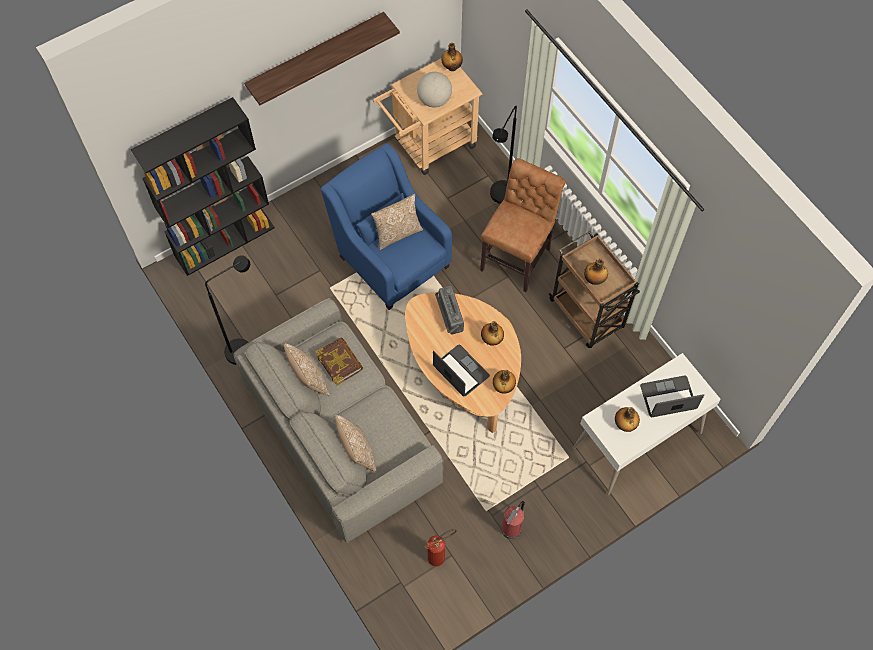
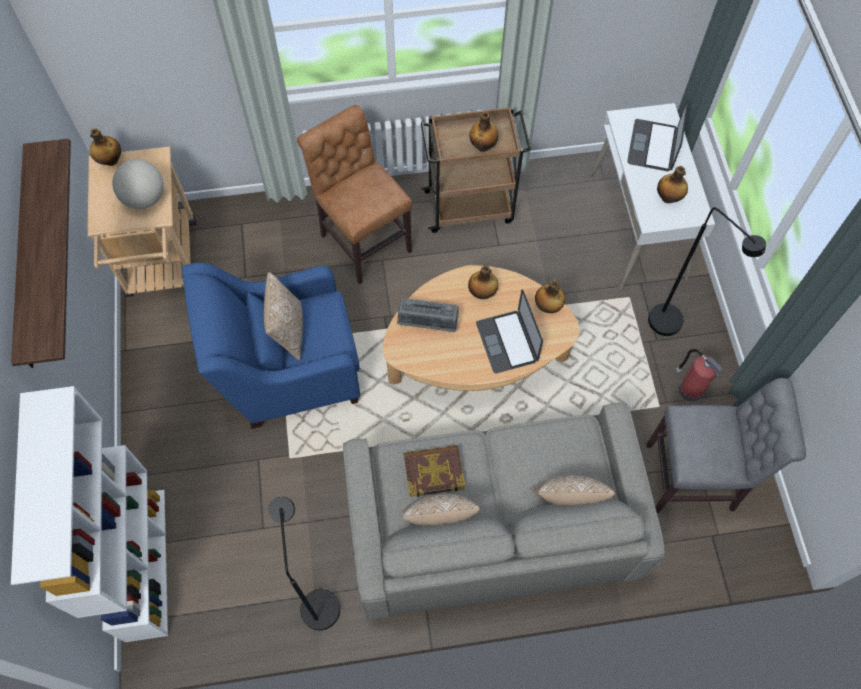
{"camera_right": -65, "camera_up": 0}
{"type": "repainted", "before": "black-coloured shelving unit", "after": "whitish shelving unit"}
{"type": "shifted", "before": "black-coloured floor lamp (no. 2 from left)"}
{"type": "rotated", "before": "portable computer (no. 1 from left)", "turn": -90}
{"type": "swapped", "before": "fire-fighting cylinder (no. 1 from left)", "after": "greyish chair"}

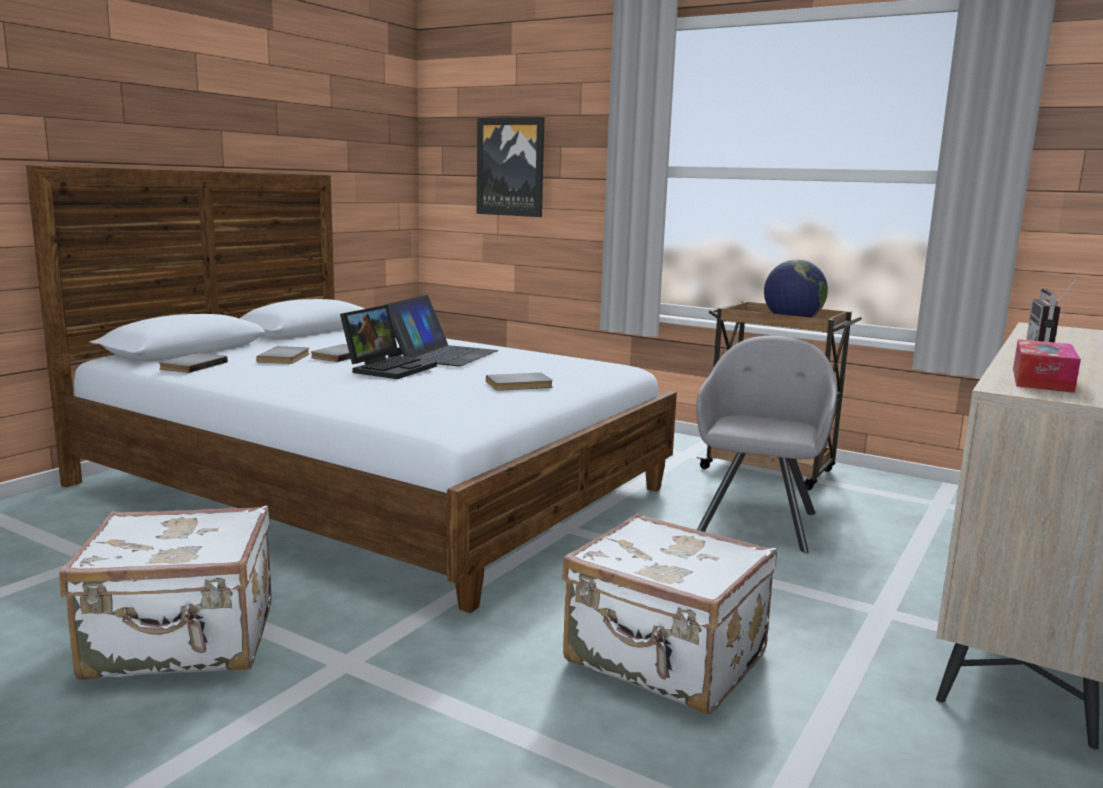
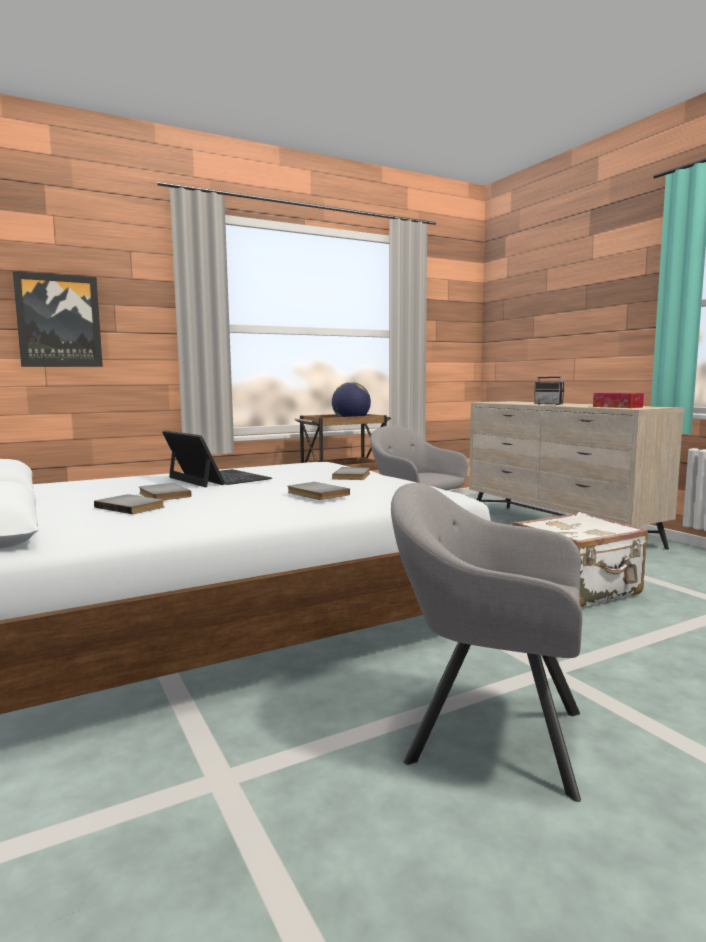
{"camera_right": -60, "camera_up": -5}
{"type": "gone", "before": "portable computer (no. 1 from left)"}
{"type": "shifted", "before": "greyish volume (no. 1 from left in the first image)", "after": "greyish volume (no. 3 from left)"}
{"type": "swapped", "before": "whitish suitcase (no. 1 from left)", "after": "greyish lounge chair (no. 2 from left)"}

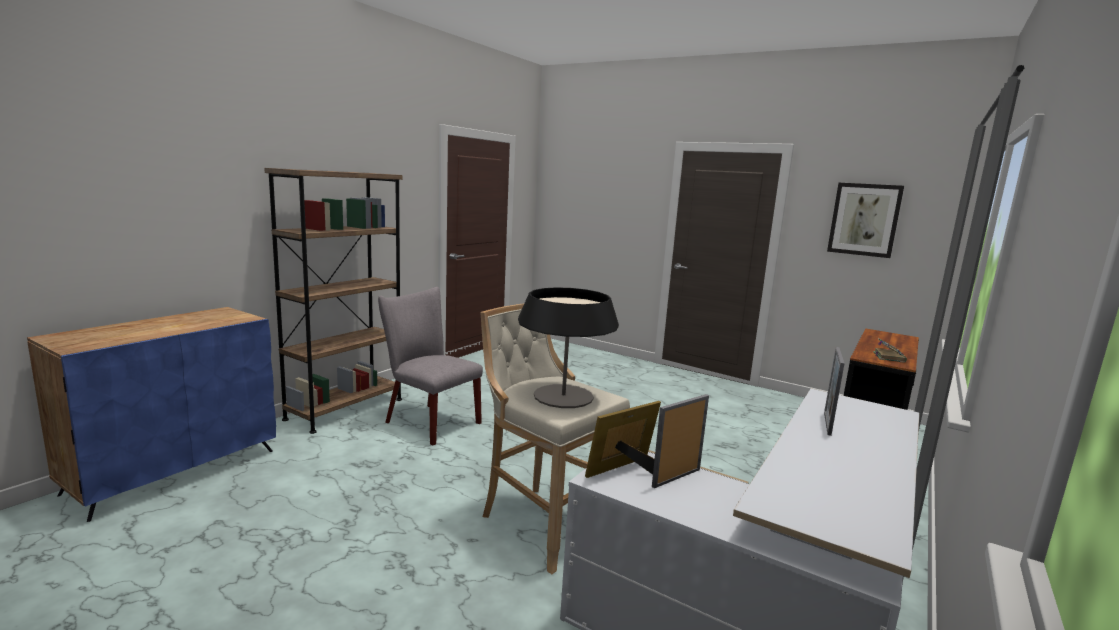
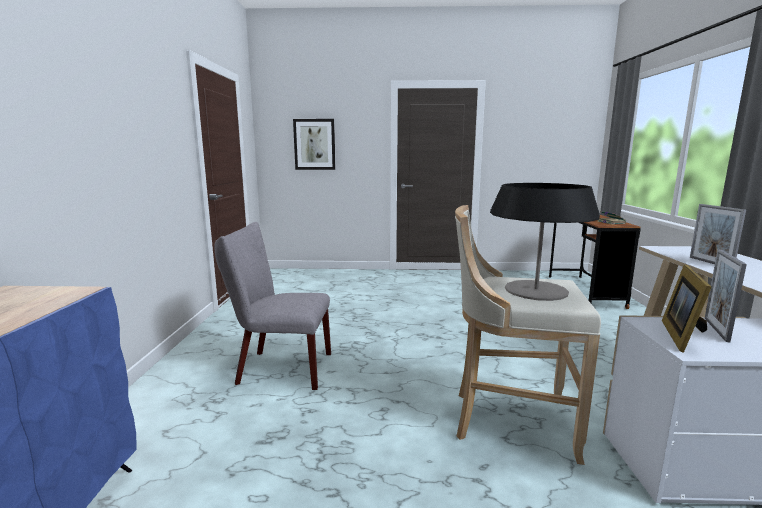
{"camera_right": -30, "camera_up": 0}
{"type": "gone", "before": "brown-coloured shelving unit"}
{"type": "shifted", "before": "wall art"}

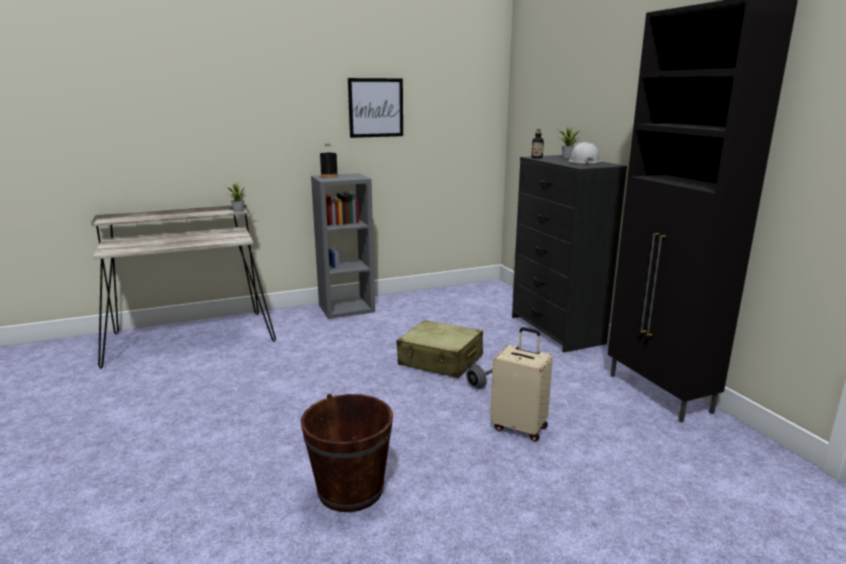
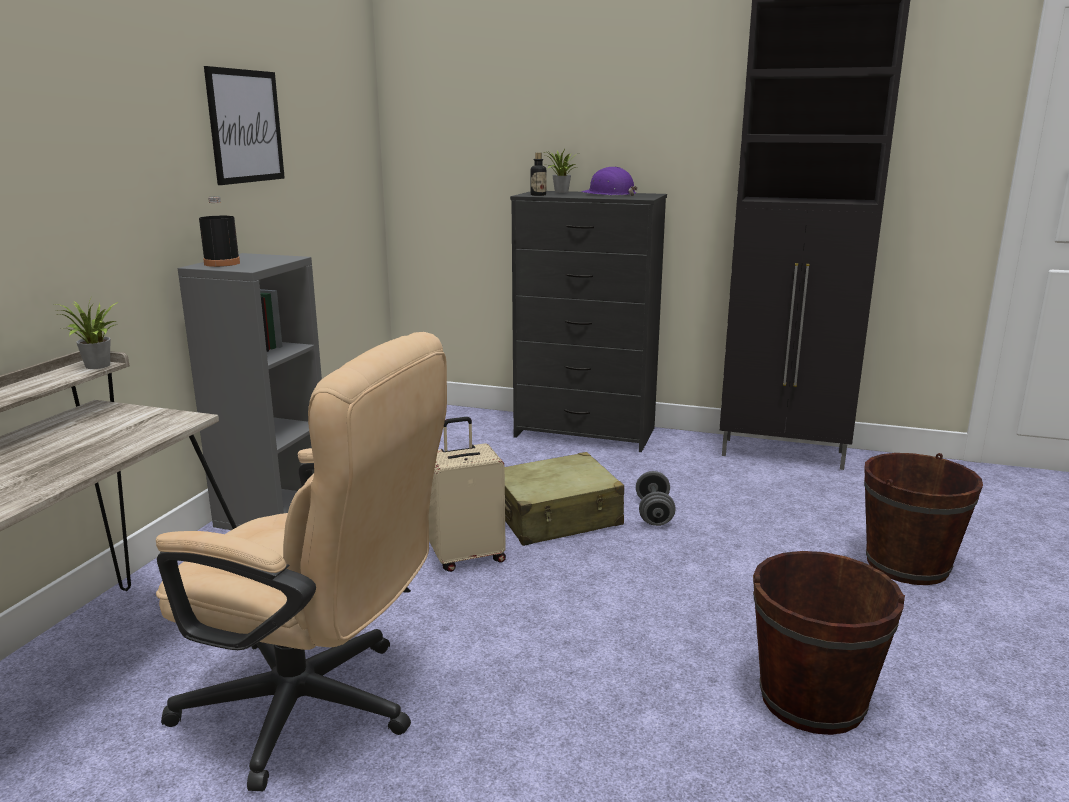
{"camera_right": -50, "camera_up": 0}
{"type": "repainted", "before": "whitish hard hat", "after": "purplish hard hat"}
{"type": "shifted", "before": "sand-coloured suitcase (no. 2 from left in the first image)", "after": "sand-coloured suitcase (no. 1 from left)"}
{"type": "new", "after": "sand-coloured desk chair"}
{"type": "new", "after": "brown-coloured bucket (no. 2 from left)"}

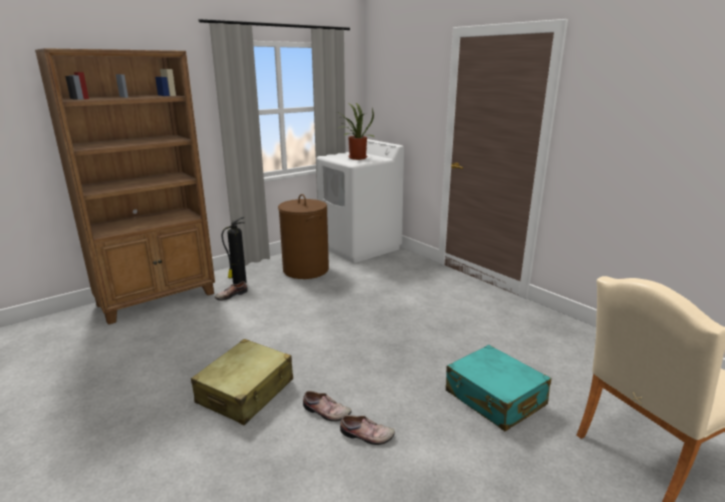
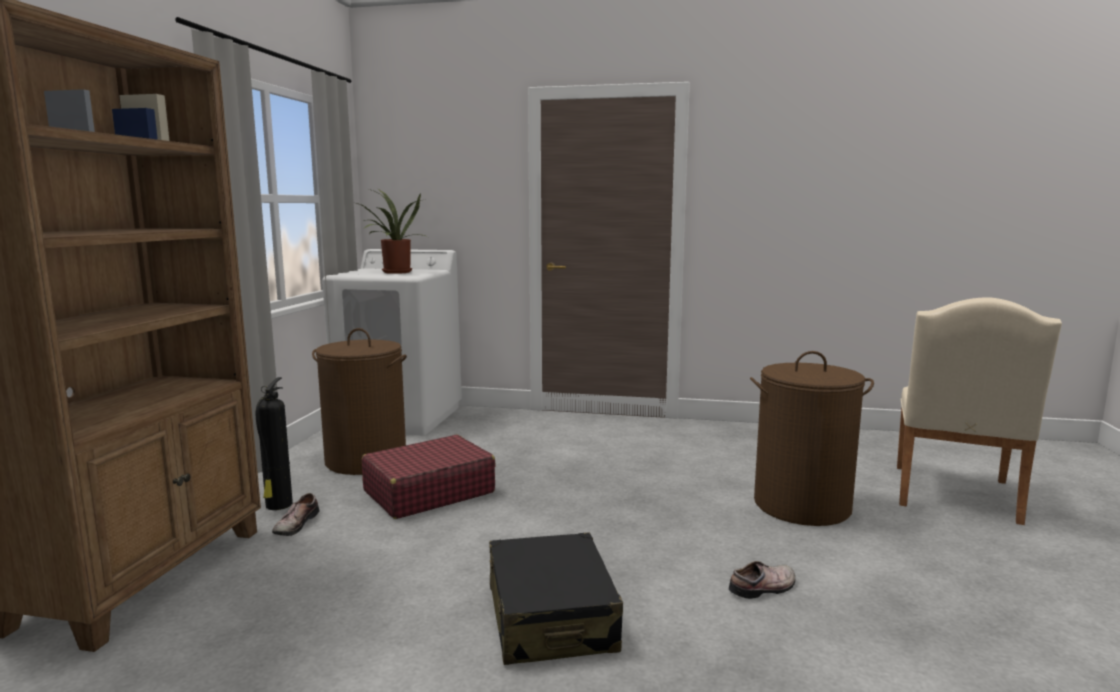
{"camera_right": -40, "camera_up": -10}
{"type": "repainted", "before": "sand-coloured suitcase", "after": "black-coloured suitcase"}
{"type": "swapped", "before": "blue-green suitcase", "after": "brown-coloured washing basket (no. 2 from left)"}
{"type": "gone", "before": "low shoe (no. 2 from left)"}
{"type": "new", "after": "red suitcase"}

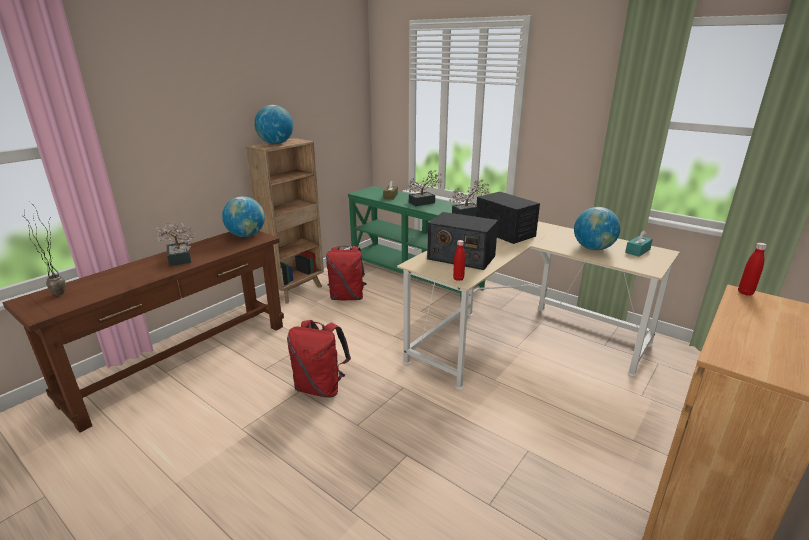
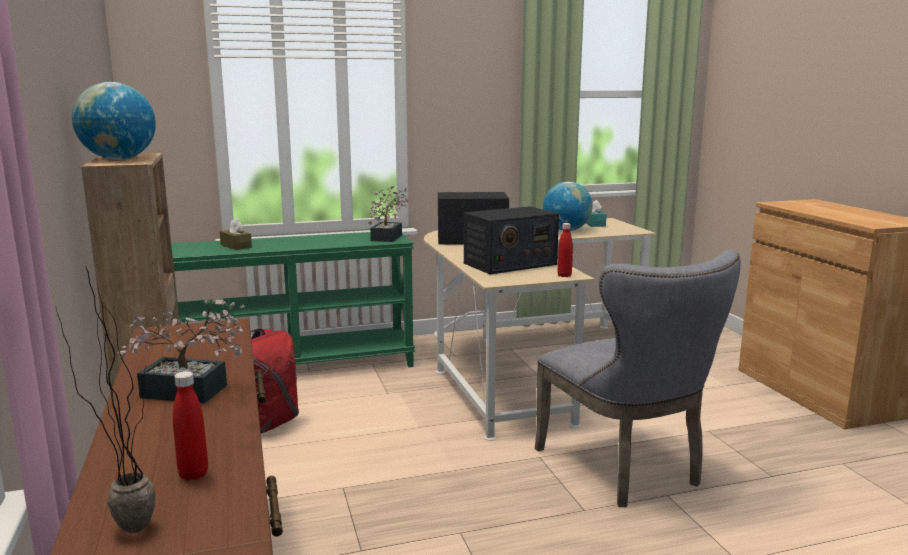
{"camera_right": -55, "camera_up": -10}
{"type": "gone", "before": "potted plant (no. 3 from left)"}
{"type": "gone", "before": "desk globe (no. 1 from left)"}
{"type": "shifted", "before": "red beverage bottle (no. 2 from left in the first image)", "after": "red beverage bottle (no. 1 from left)"}
{"type": "gone", "before": "red rucksack (no. 1 from left)"}
{"type": "new", "after": "greyish chair"}

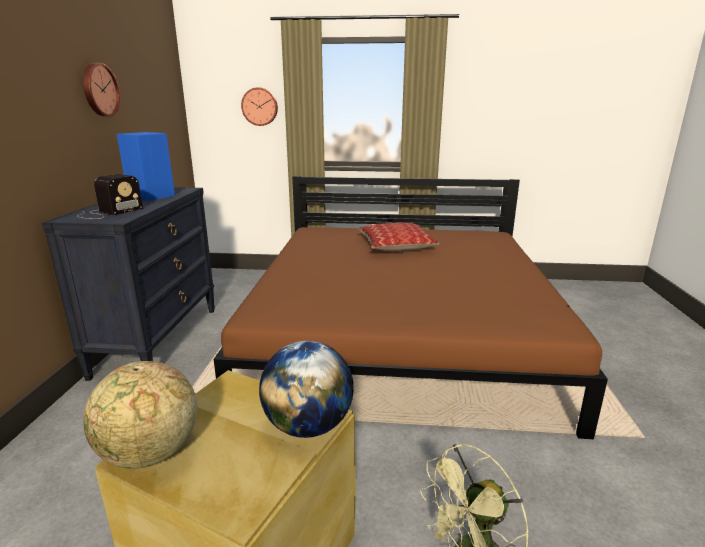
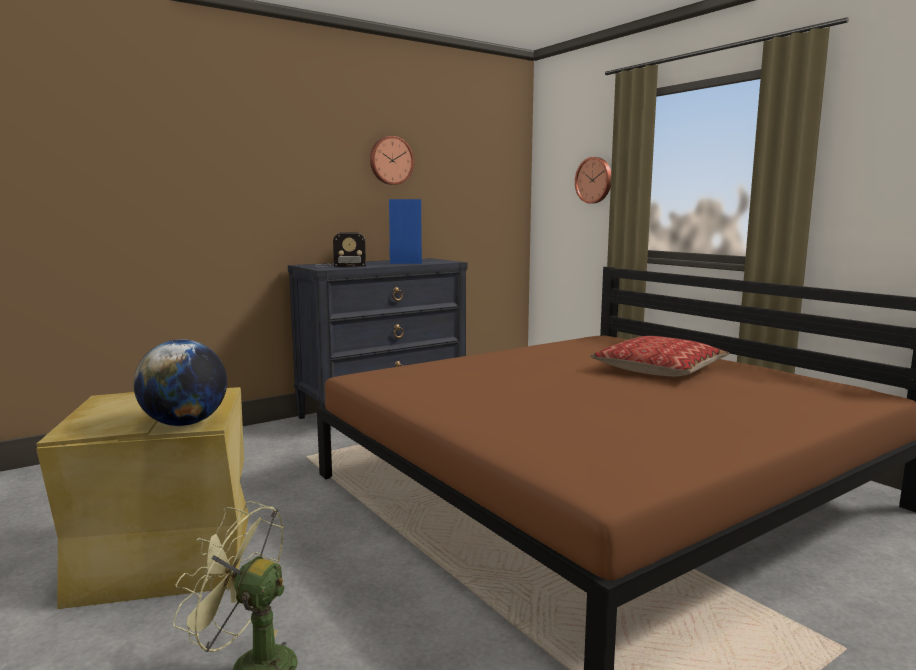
{"camera_right": 50, "camera_up": -10}
{"type": "gone", "before": "desk globe (no. 1 from left)"}

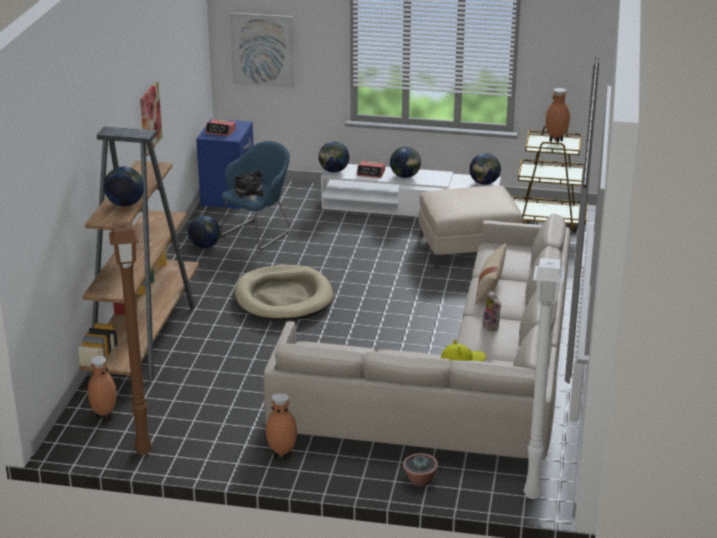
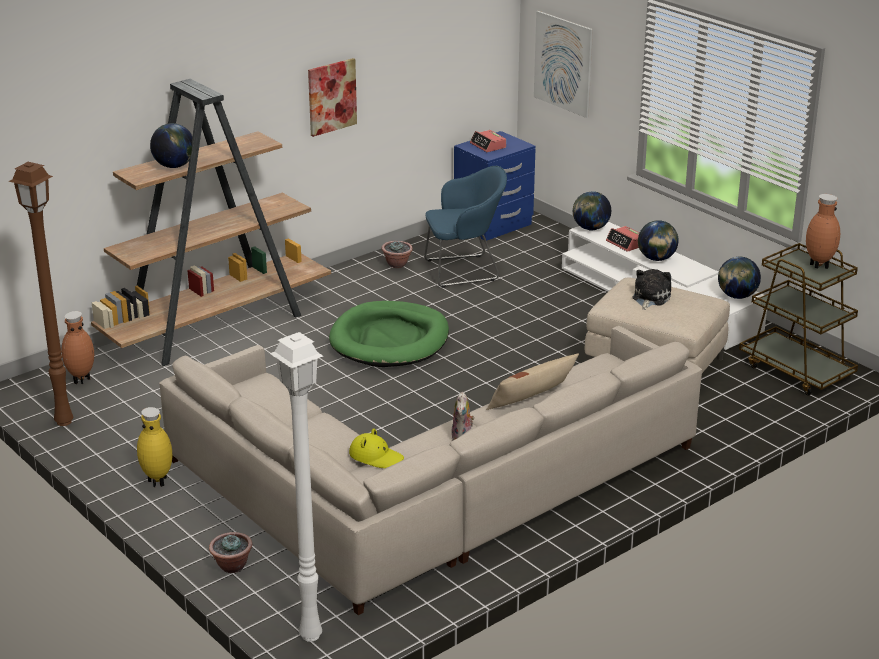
{"camera_right": 40, "camera_up": 0}
{"type": "shifted", "before": "plush toy (no. 1 from left in the first image)", "after": "plush toy (no. 2 from left)"}
{"type": "swapped", "before": "desk globe (no. 2 from left)", "after": "potted plant (no. 2 from left)"}
{"type": "repainted", "before": "sand-coloured dog cushion", "after": "greenish dog cushion"}
{"type": "repainted", "before": "brown-coloured flower vase (no. 2 from left)", "after": "yellow-coloured flower vase"}

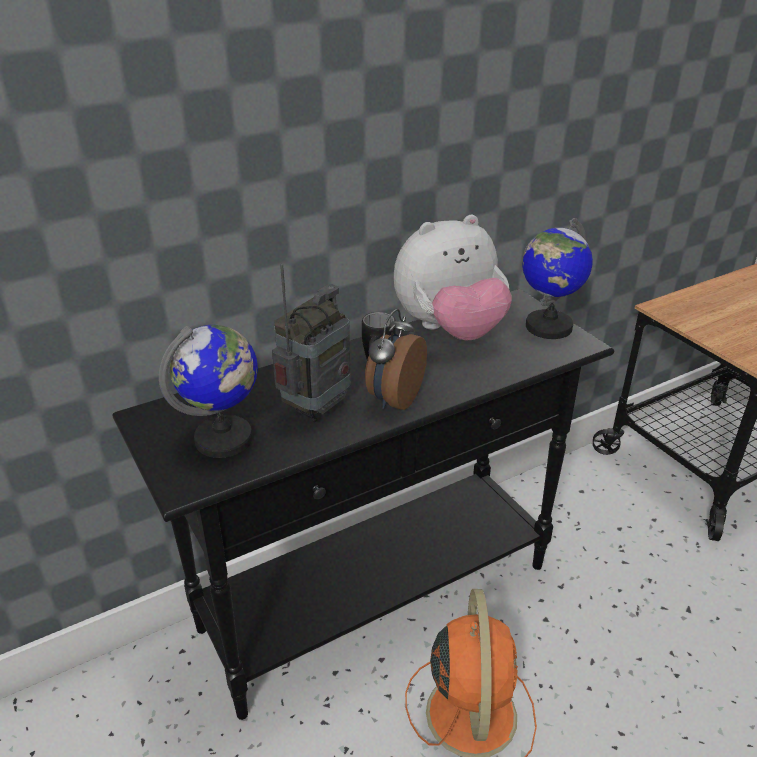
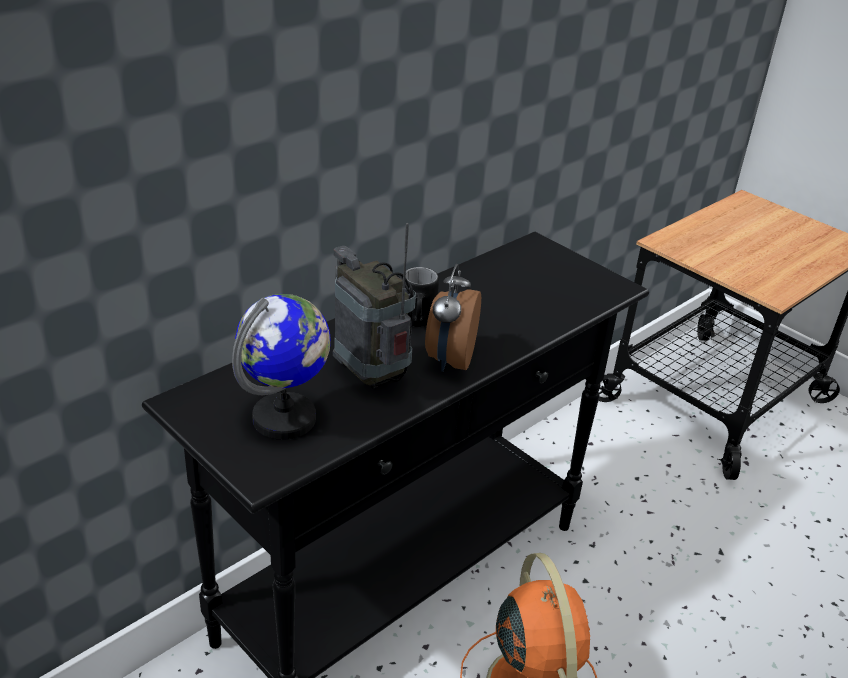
{"camera_right": -15, "camera_up": 0}
{"type": "gone", "before": "plush toy"}
{"type": "gone", "before": "desk globe (no. 2 from left)"}
{"type": "rotated", "before": "radio receiver", "turn": -60}

